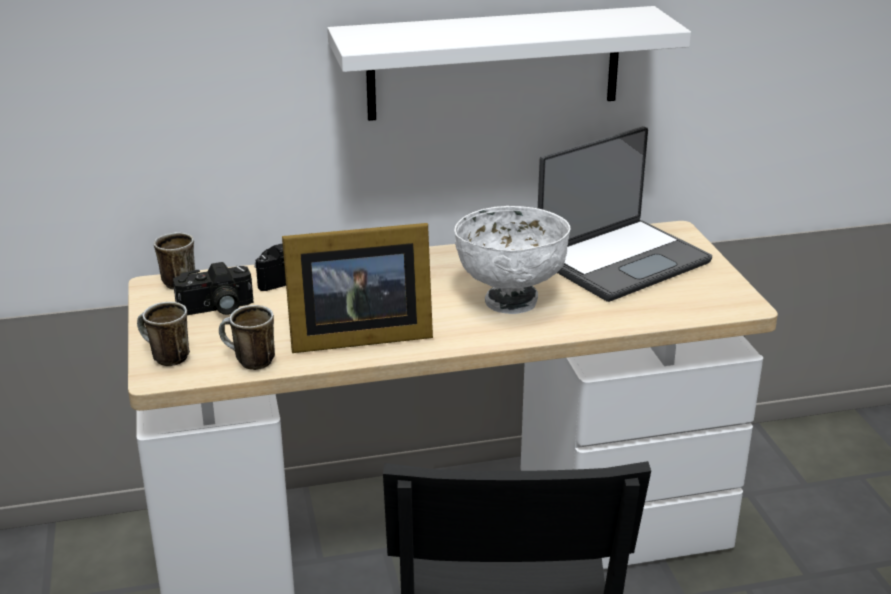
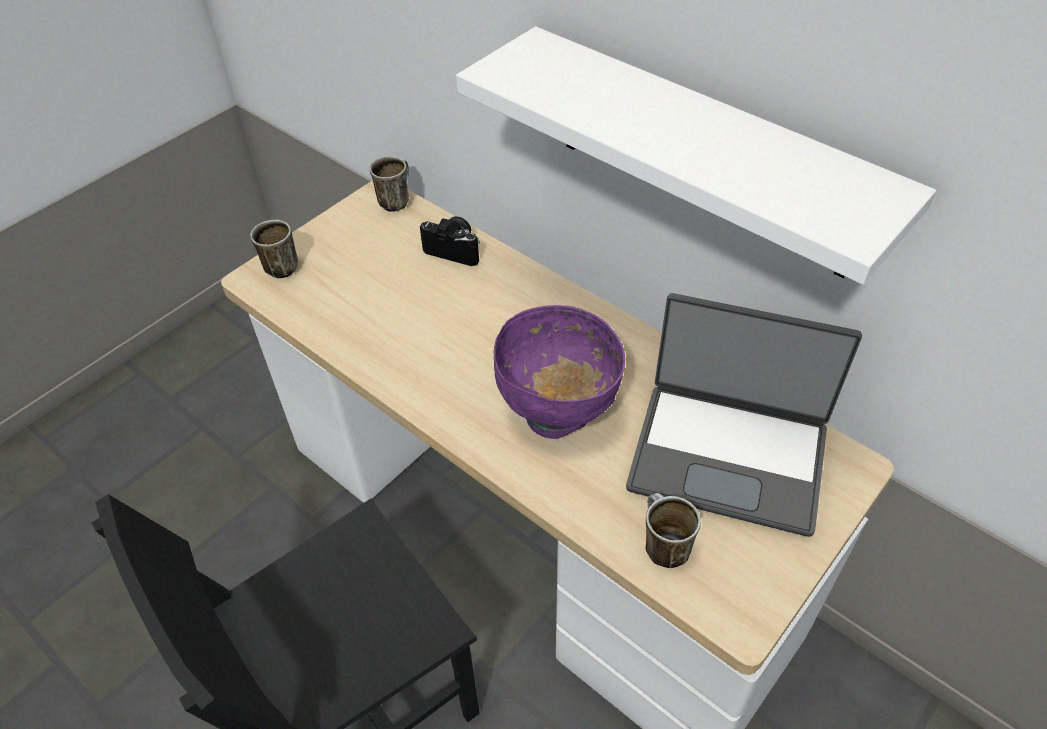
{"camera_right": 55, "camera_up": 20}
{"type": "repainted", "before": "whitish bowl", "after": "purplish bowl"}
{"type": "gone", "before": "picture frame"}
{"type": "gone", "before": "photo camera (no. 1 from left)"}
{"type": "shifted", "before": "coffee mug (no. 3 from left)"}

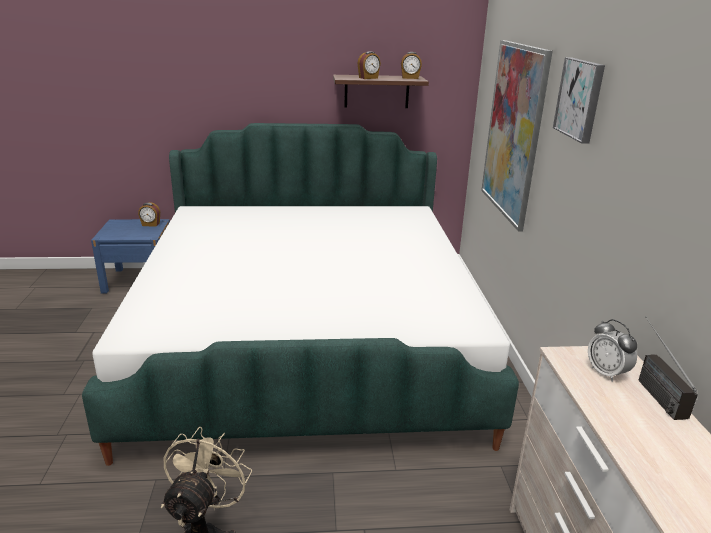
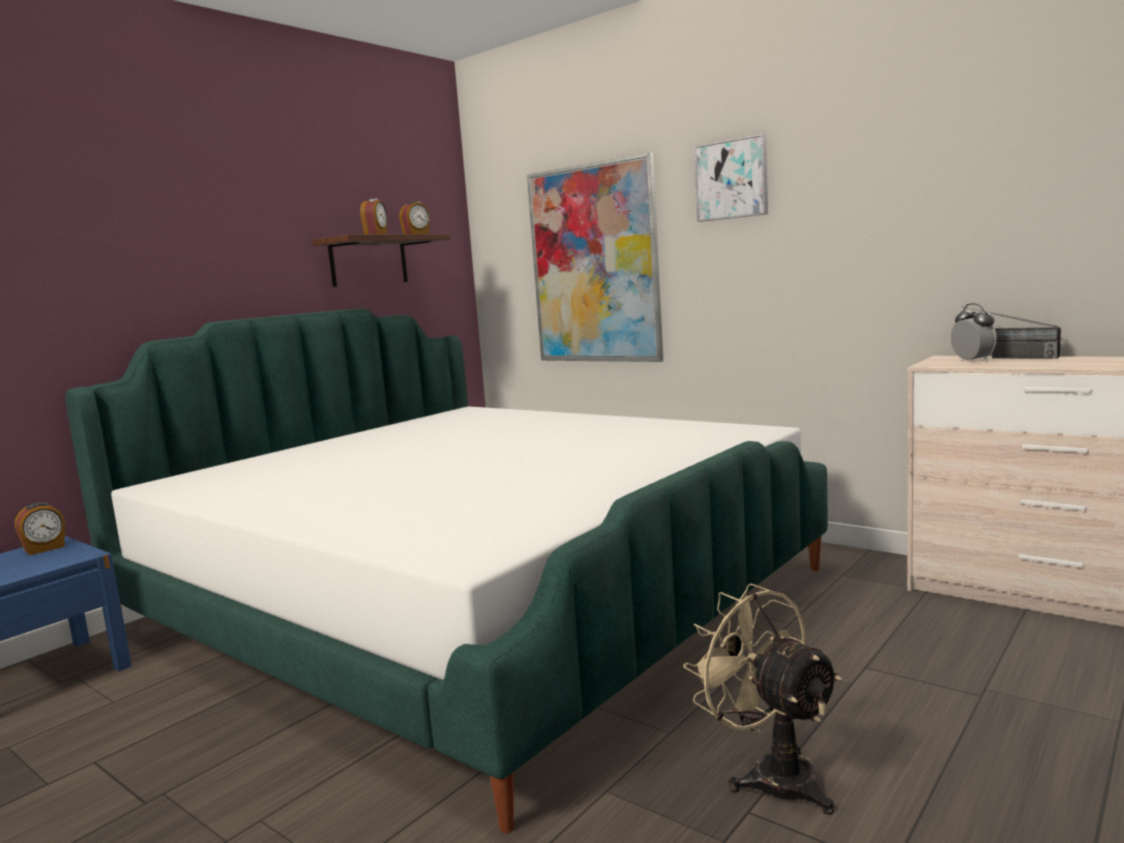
{"camera_right": -45, "camera_up": -15}
{"type": "rotated", "before": "table clock (no. 4 from left)", "turn": -120}

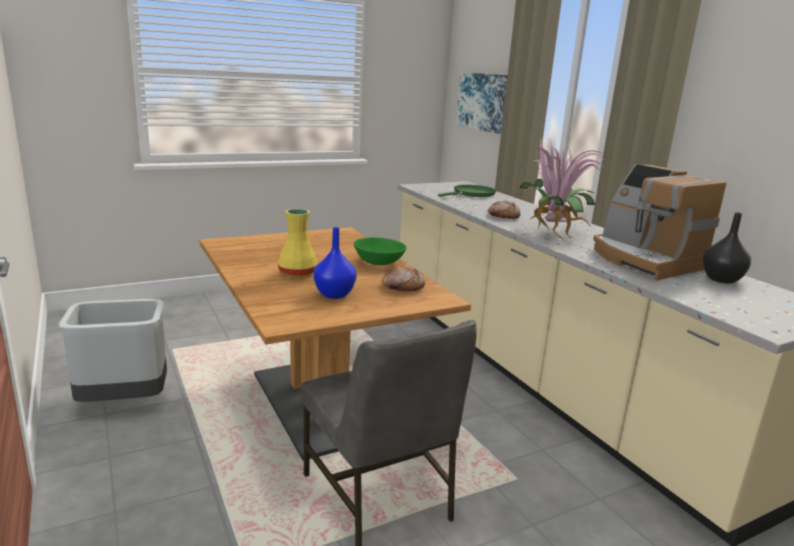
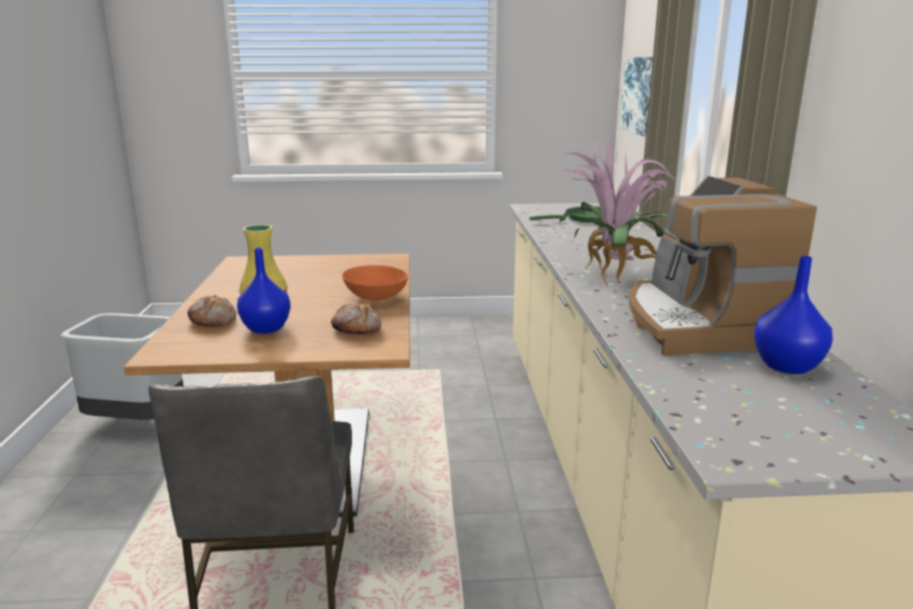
{"camera_right": 25, "camera_up": 0}
{"type": "shifted", "before": "bakery bread (no. 2 from left in the first image)", "after": "bakery bread (no. 1 from left)"}
{"type": "repainted", "before": "black-coloured flower vase", "after": "bluish flower vase (no. 2 from left)"}
{"type": "repainted", "before": "greenish bowl", "after": "orangey bowl"}

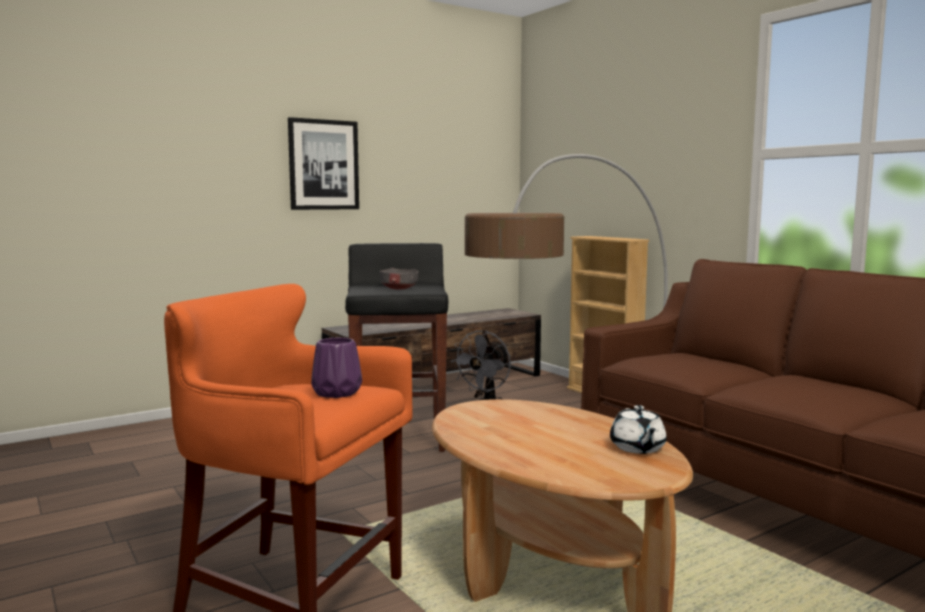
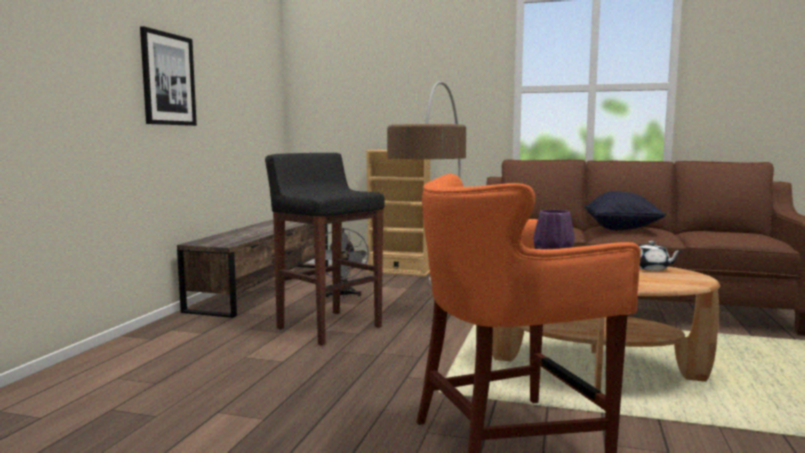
{"camera_right": -40, "camera_up": 0}
{"type": "gone", "before": "greyish bowl"}
{"type": "new", "after": "black-coloured pillow"}

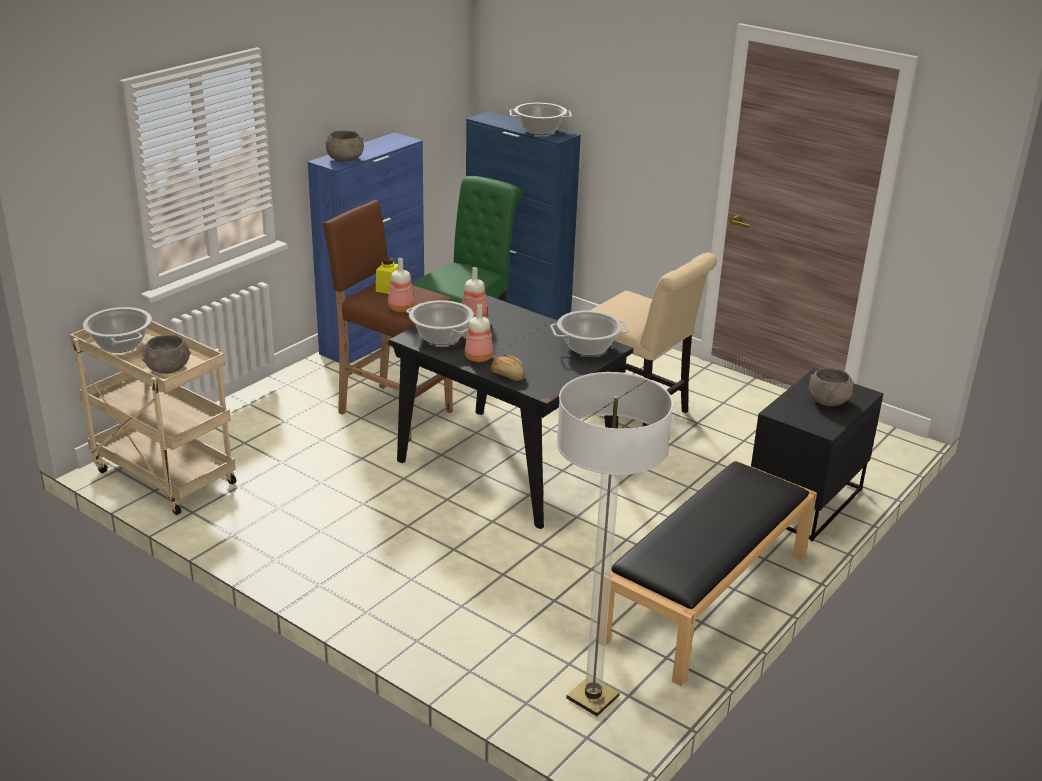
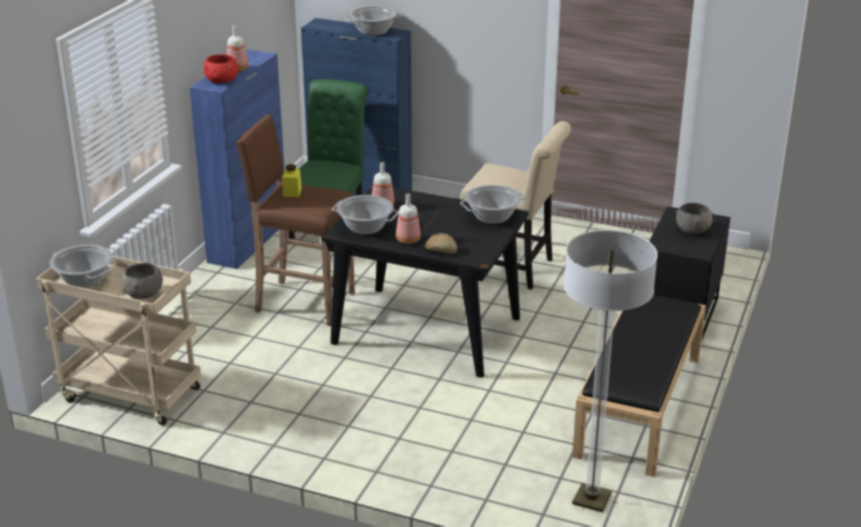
{"camera_right": -15, "camera_up": 0}
{"type": "repainted", "before": "greyish bowl (no. 2 from left)", "after": "red bowl"}
{"type": "shifted", "before": "beverage bottle (no. 1 from left)"}

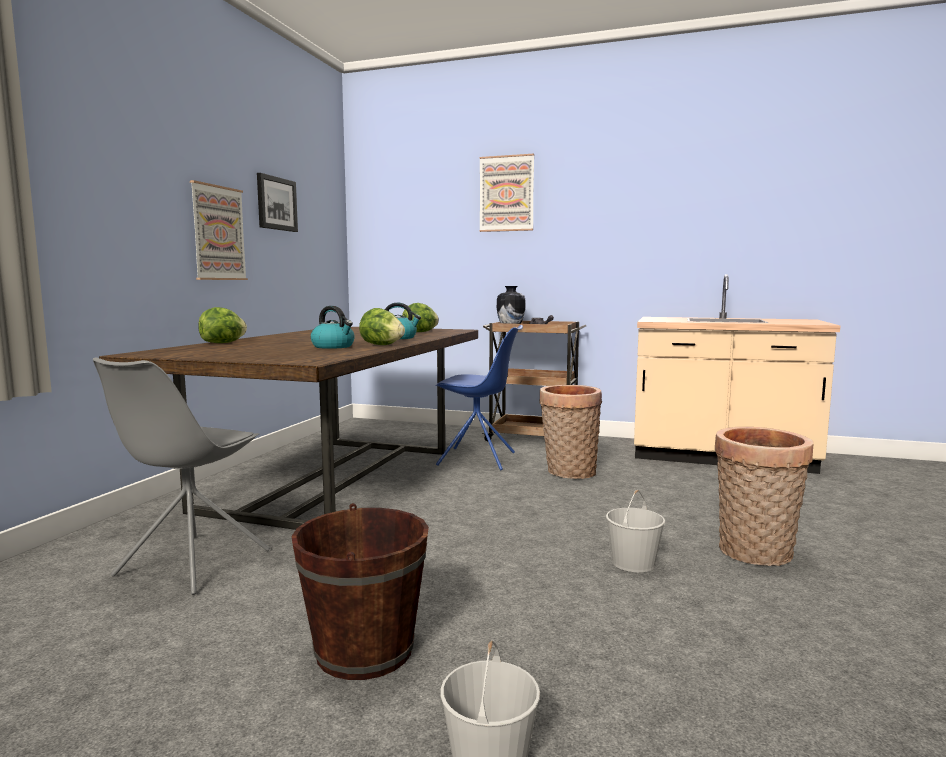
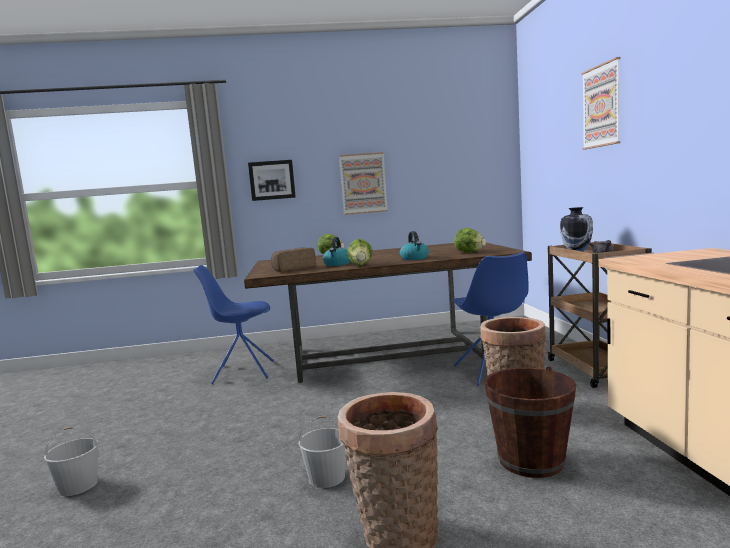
{"camera_right": 65, "camera_up": 0}
{"type": "shifted", "before": "wall art (no. 2 from left in the first image)", "after": "wall art (no. 1 from left)"}
{"type": "repainted", "before": "greyish chair", "after": "bluish chair (no. 1 from left)"}
{"type": "shifted", "before": "brown-coloured bucket"}
{"type": "new", "after": "bakery bread"}

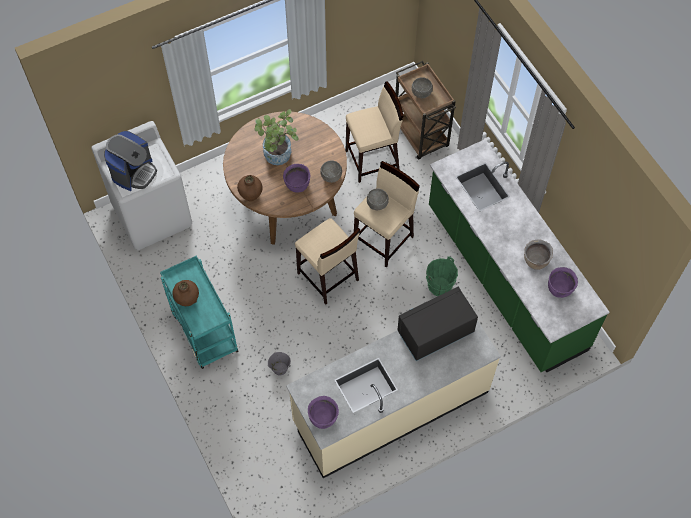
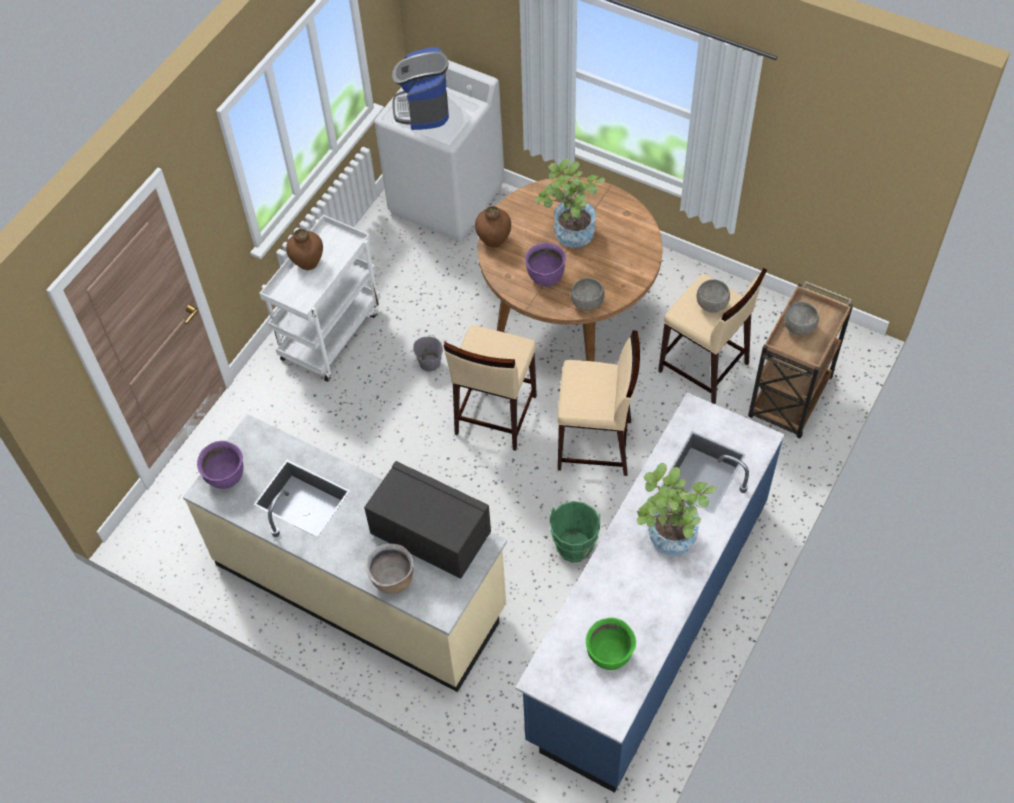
{"camera_right": 60, "camera_up": -5}
{"type": "rotated", "before": "coffee brewer", "turn": 90}
{"type": "repainted", "before": "greenish kitchen base unit", "after": "bluish kitchen base unit"}
{"type": "shifted", "before": "greyish bowl (no. 2 from left)"}
{"type": "shifted", "before": "brown-coloured saucepot"}
{"type": "repainted", "before": "blue-green cart", "after": "whitish cart"}
{"type": "repainted", "before": "purplish saucepot (no. 3 from left)", "after": "greenish saucepot"}
{"type": "shifted", "before": "greyish bucket"}
{"type": "new", "after": "potted plant (no. 2 from left)"}

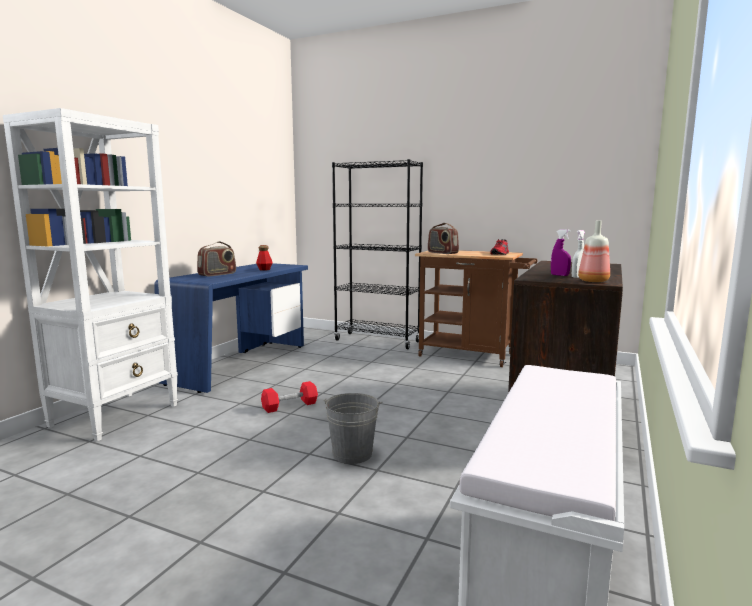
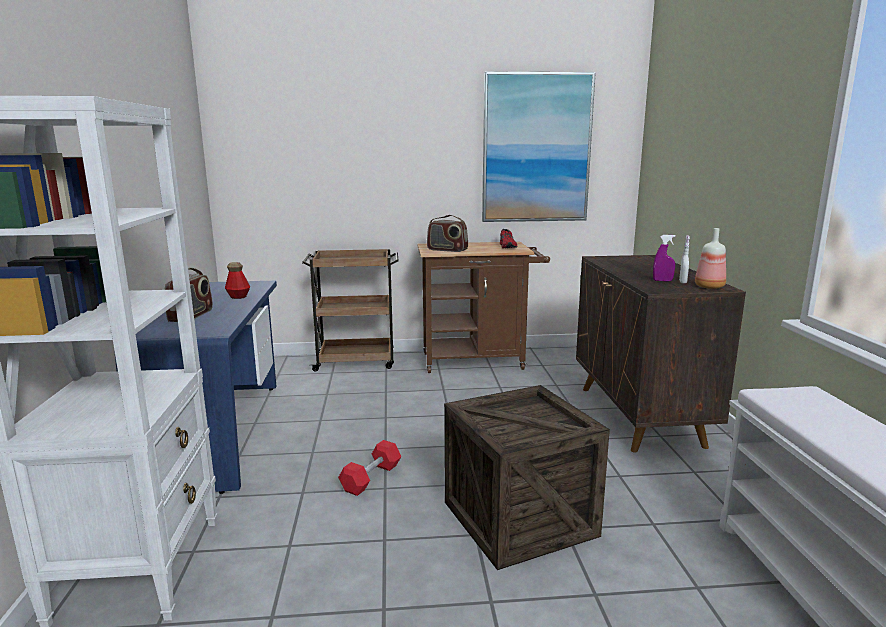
{"camera_right": -30, "camera_up": 5}
{"type": "swapped", "before": "black-coloured shelving unit", "after": "brown-coloured cart (no. 1 from left)"}
{"type": "swapped", "before": "greyish bucket", "after": "packing crate"}
{"type": "new", "after": "wall art"}

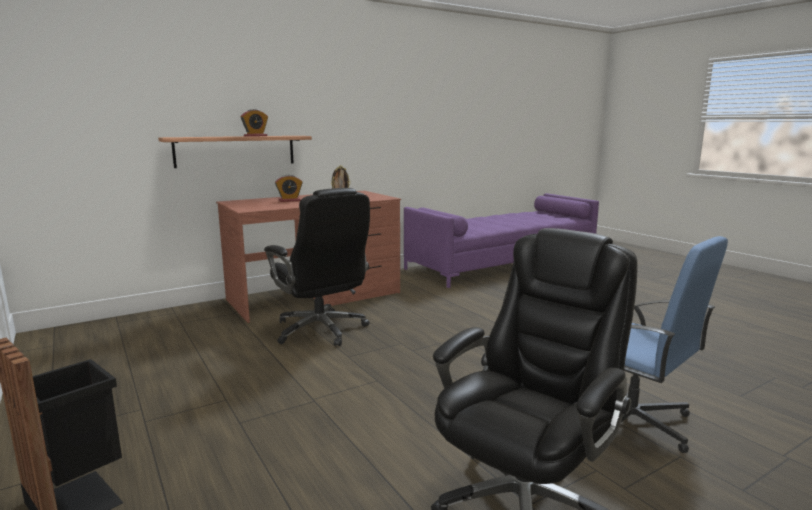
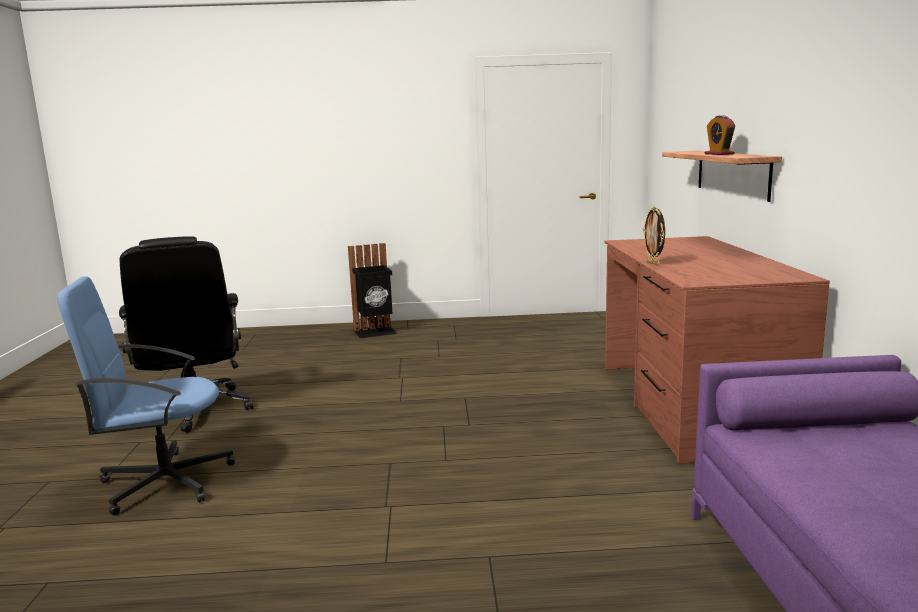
{"camera_right": 120, "camera_up": 0}
{"type": "gone", "before": "table clock (no. 2 from left)"}
{"type": "gone", "before": "black-coloured desk chair (no. 1 from left)"}

